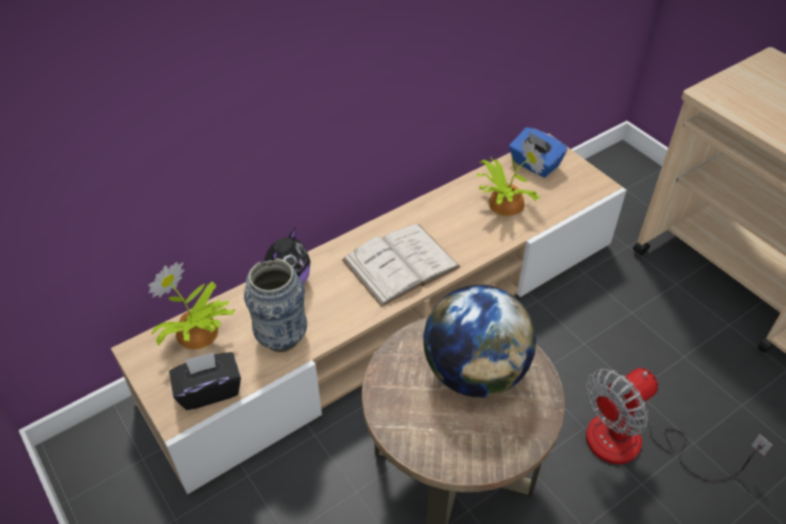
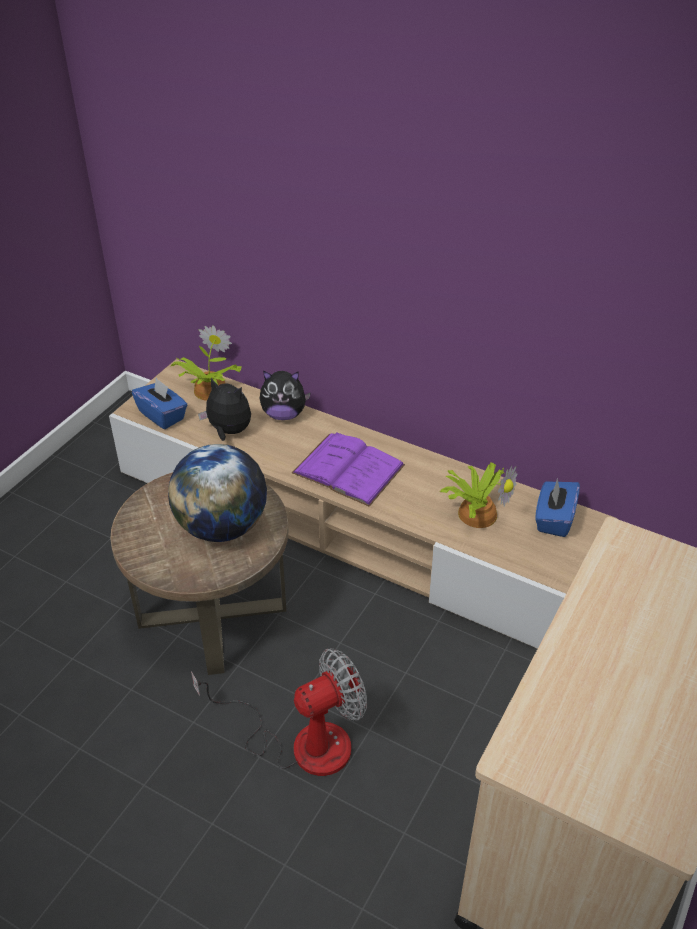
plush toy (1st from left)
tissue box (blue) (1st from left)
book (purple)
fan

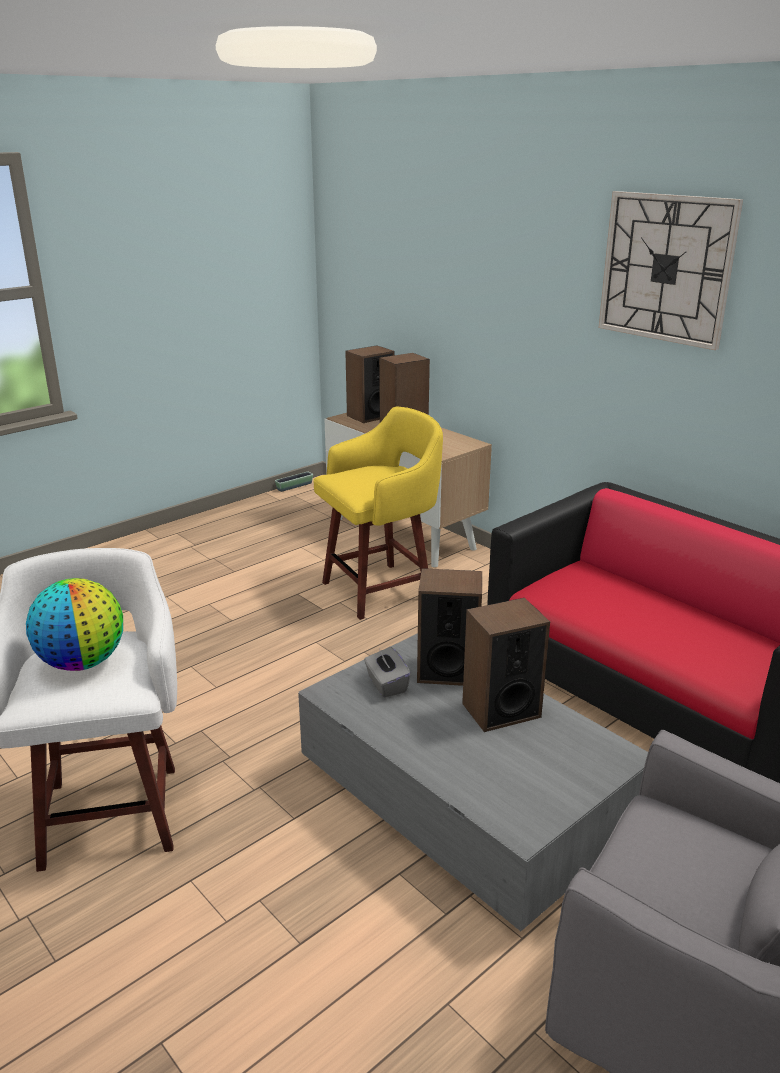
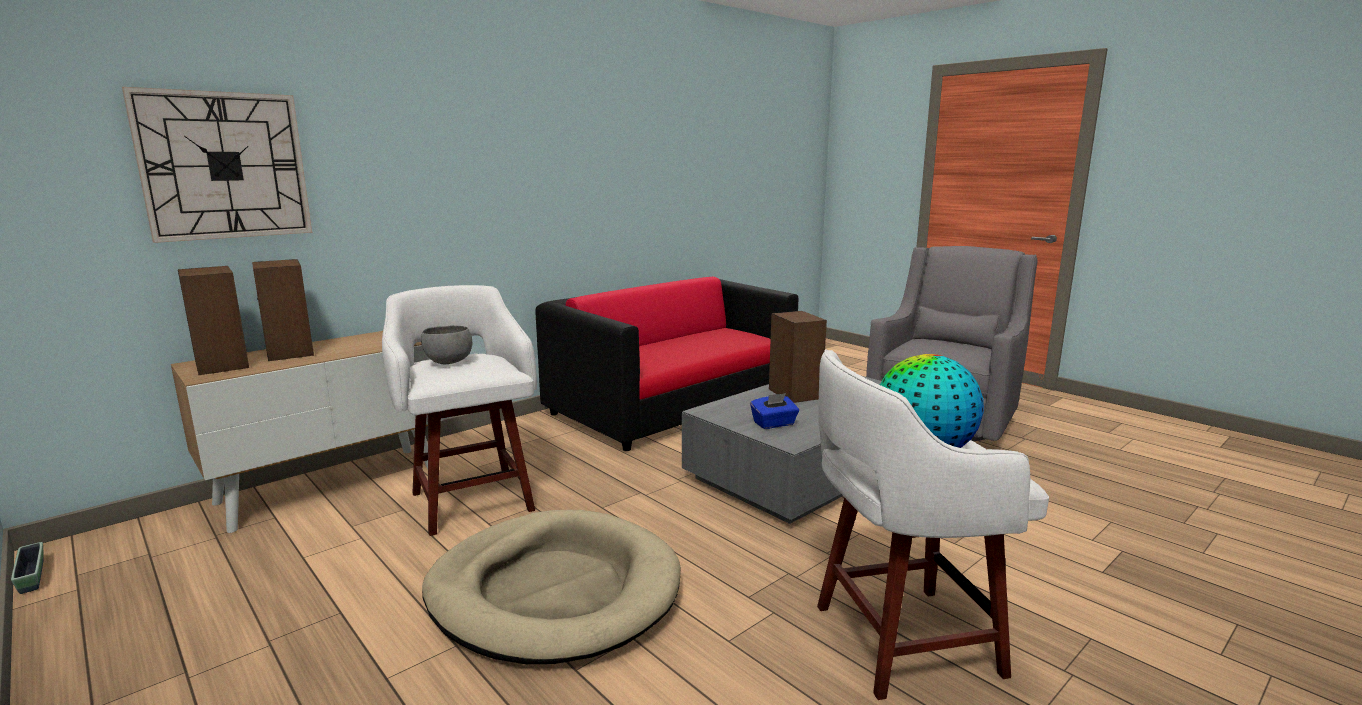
speaker (3rd from left in the first image)
bowl (grey)
dog bed (beige)
wall clock
stool (white) (1st from left)
tissue box (blue)

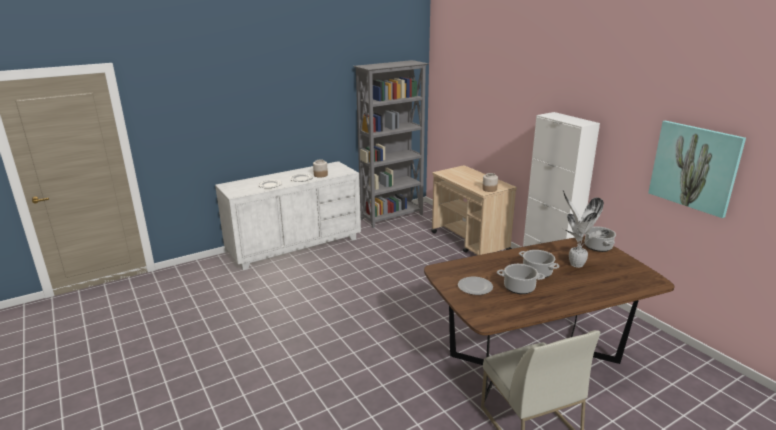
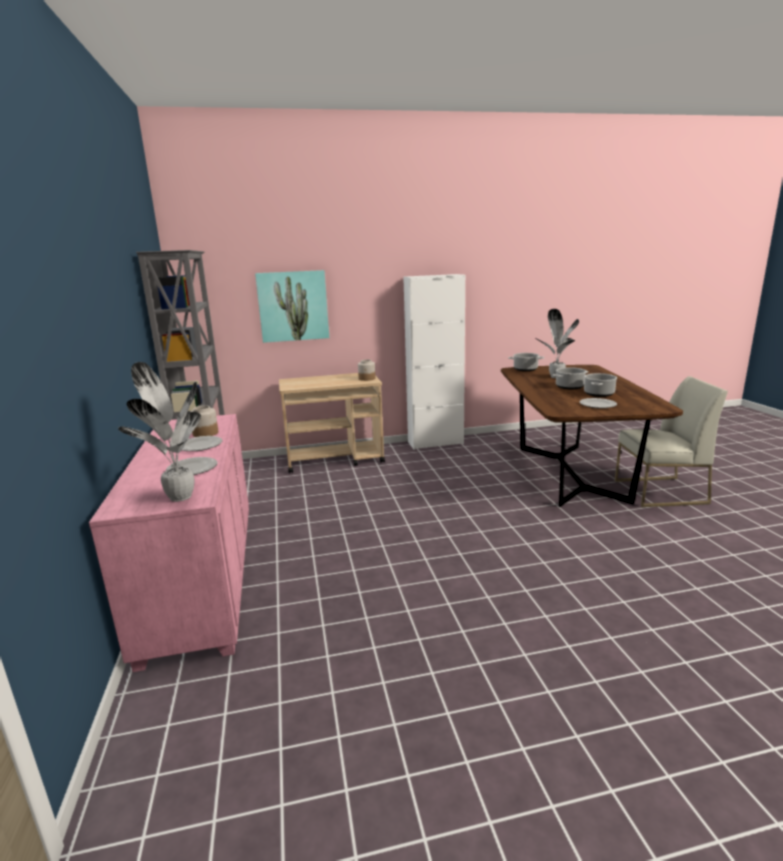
potted plant (1st from left)
picture
dresser (pink)

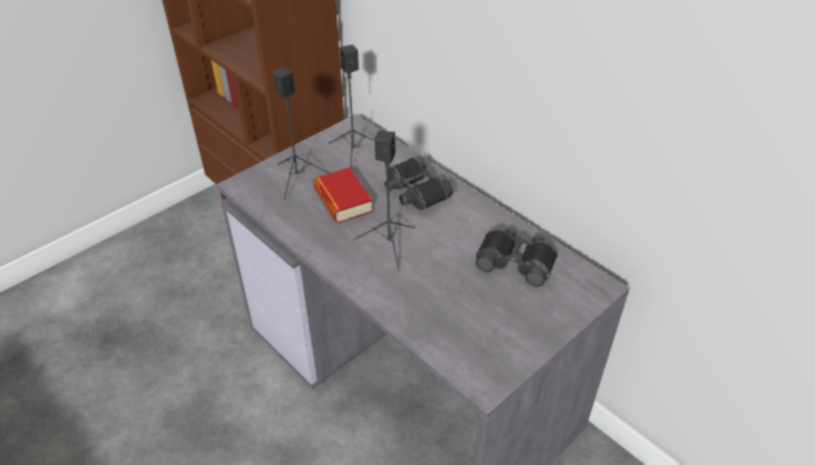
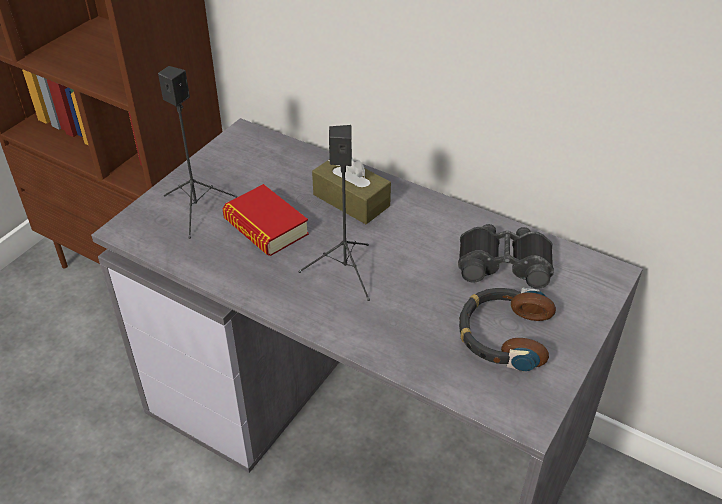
speaker (black) (2nd from left in the first image)
headphones
tissue box (brown)

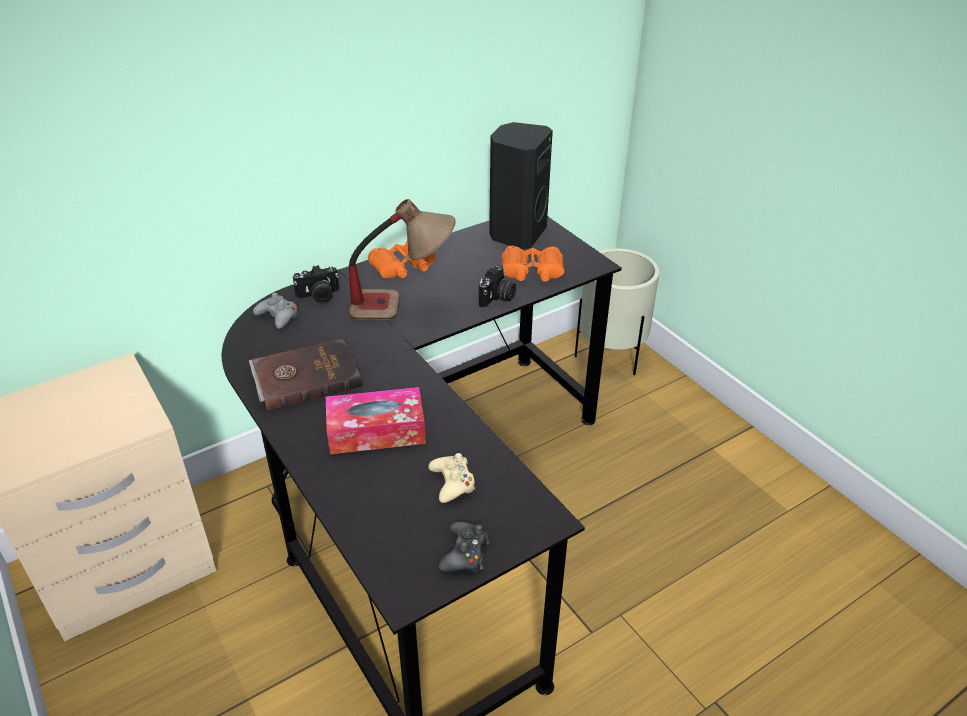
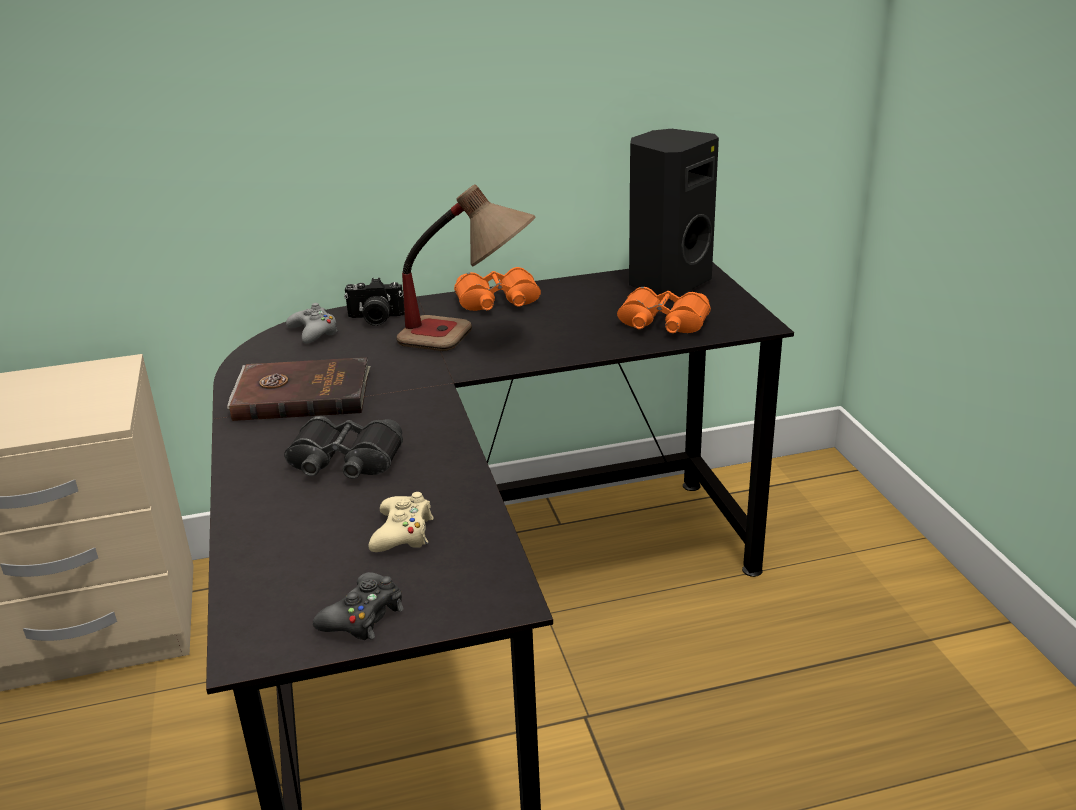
photo camera (2nd from left in the first image)
planter (beige)
binoculars (black)

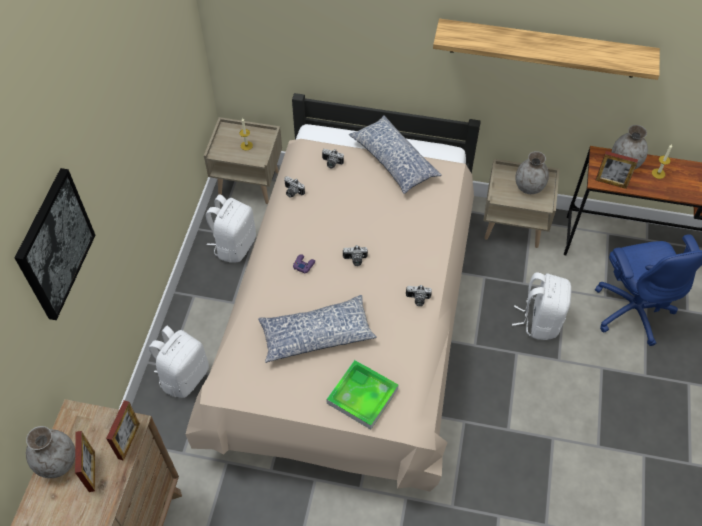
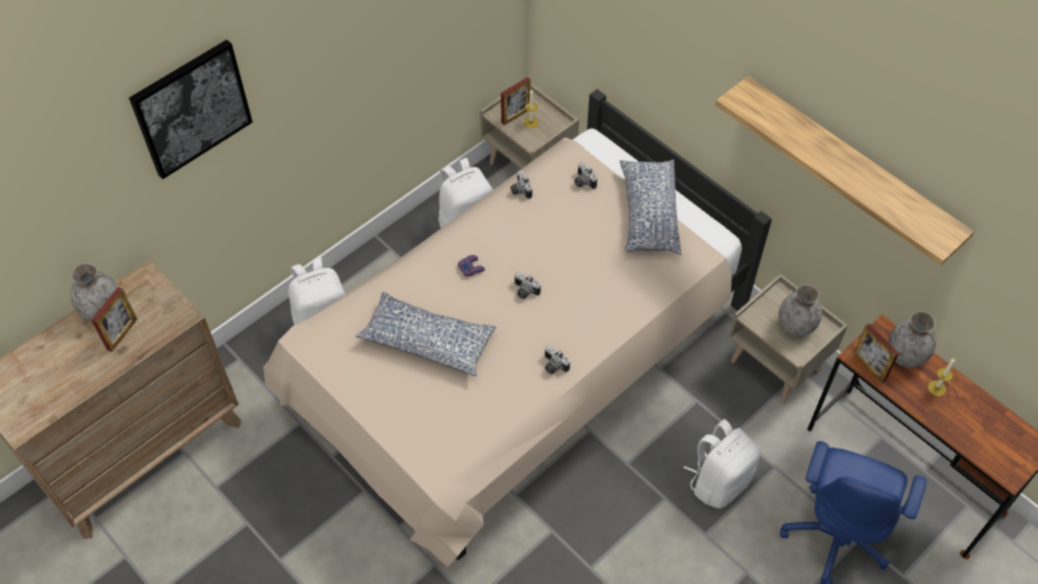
tray
picture frame (2nd from left)

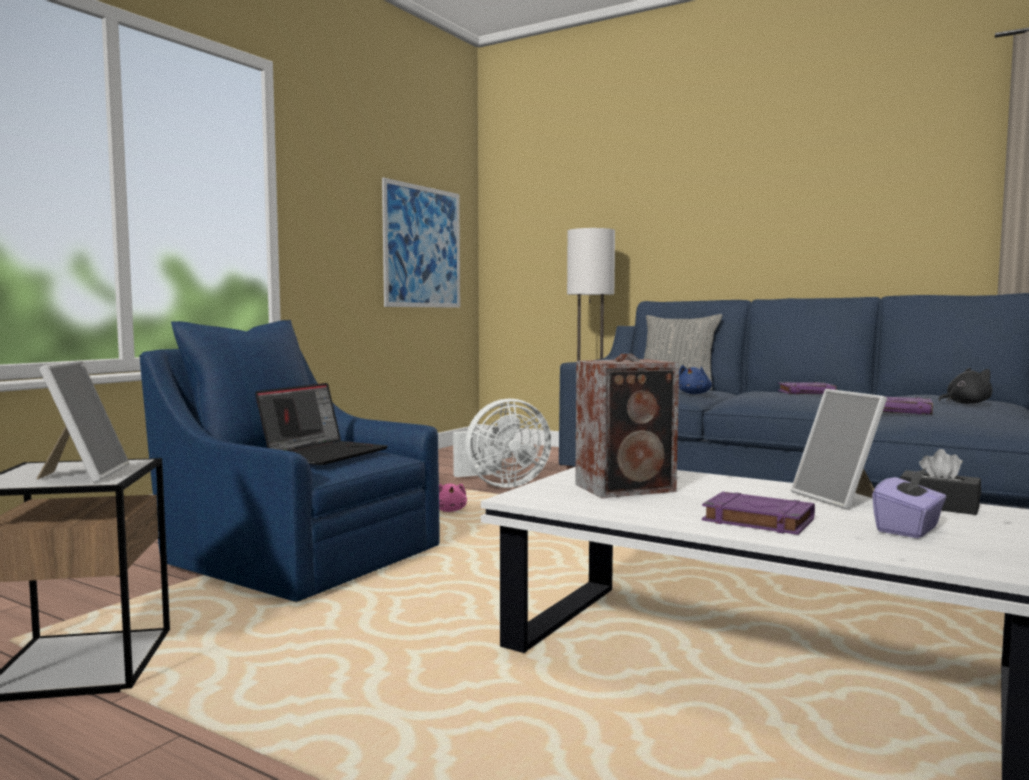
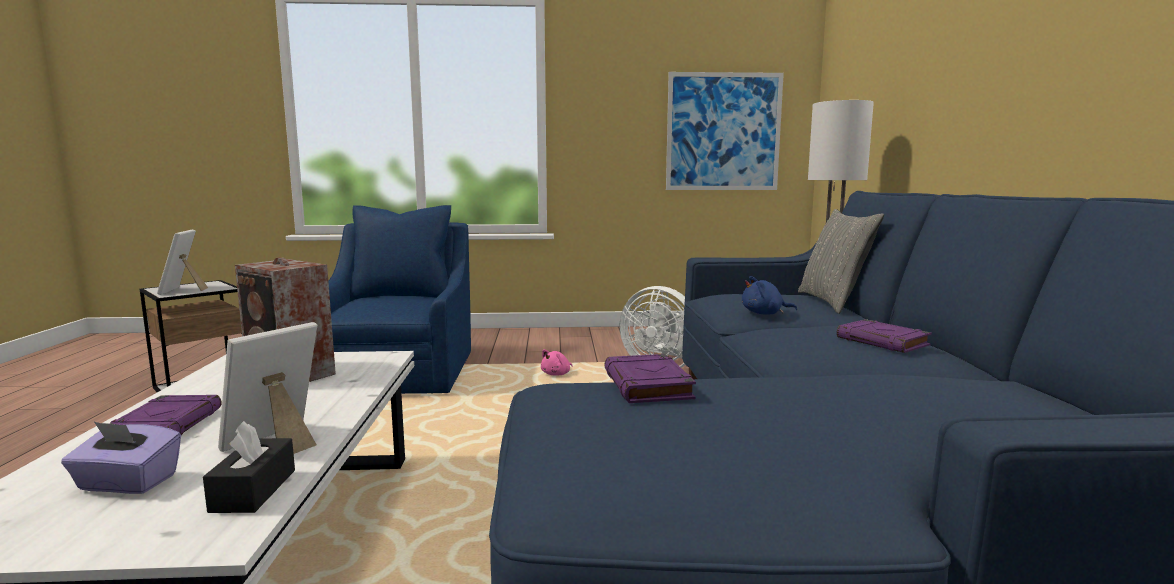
laptop
plush toy (black)
picture frame (1st from left)

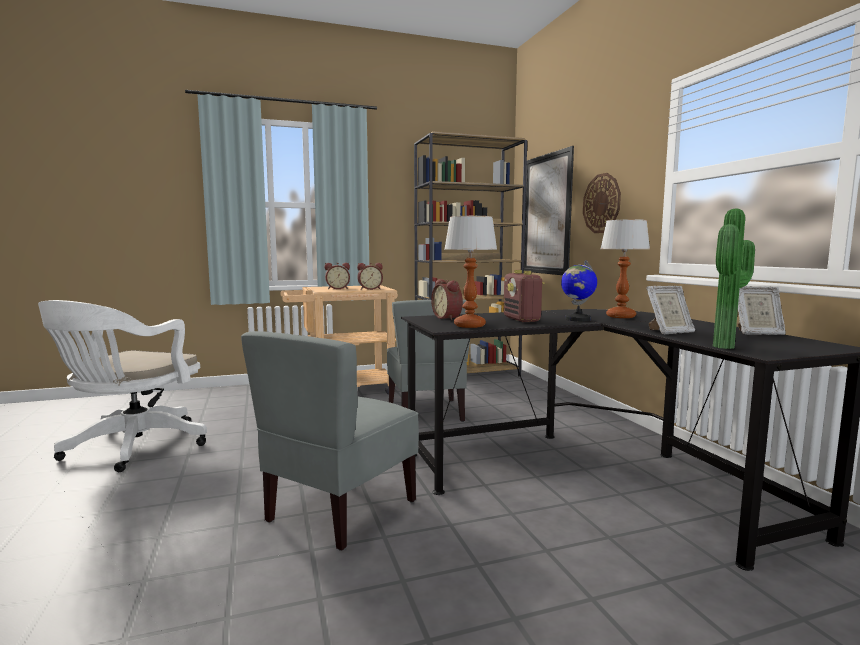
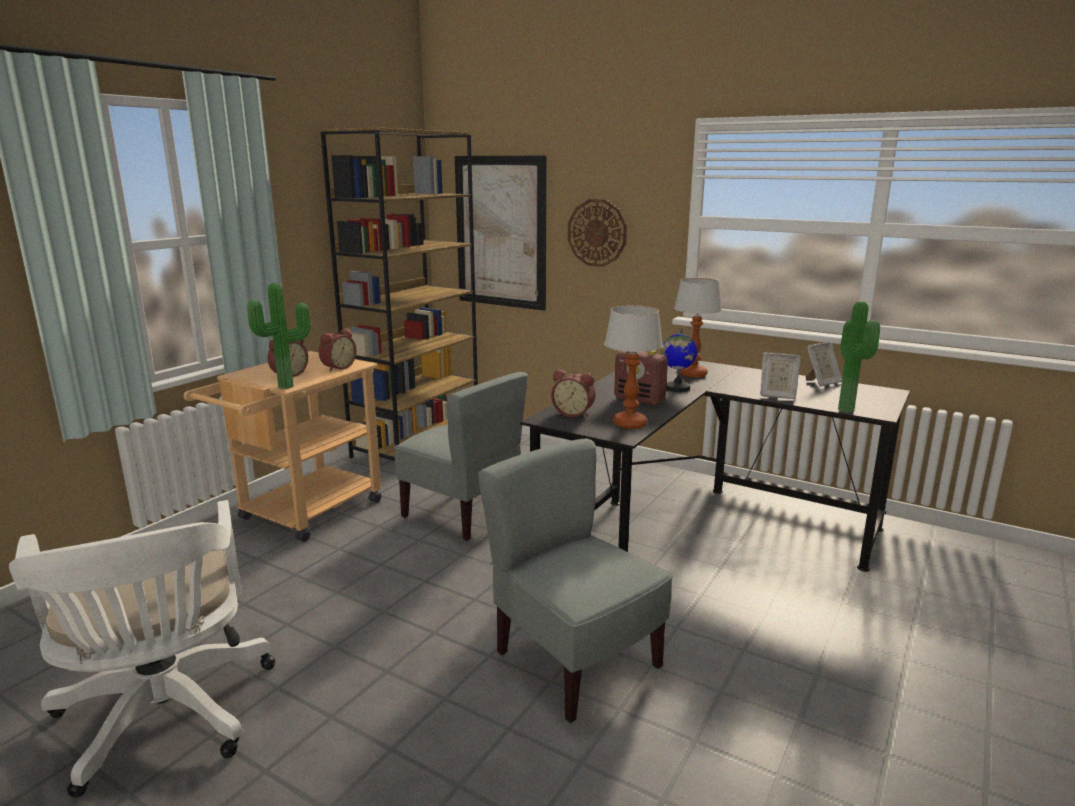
potted plant (1st from left)
chair (grey) (2nd from left)
picture frame (1st from left)

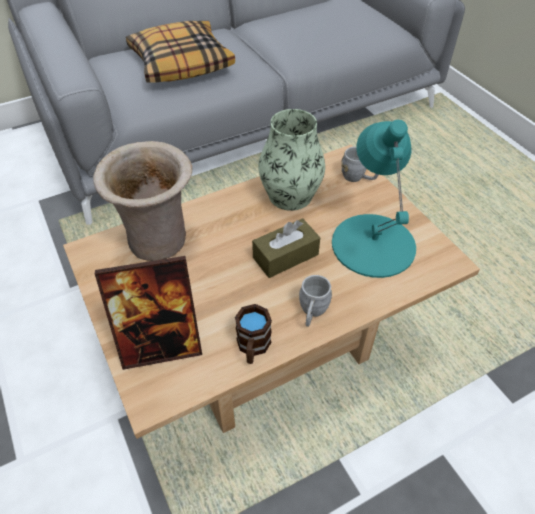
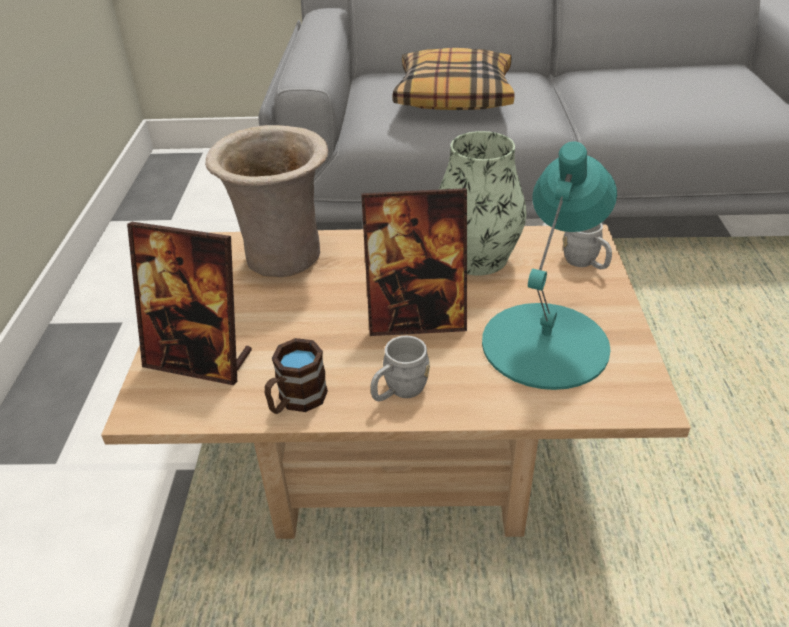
picture frame (2nd from left)

